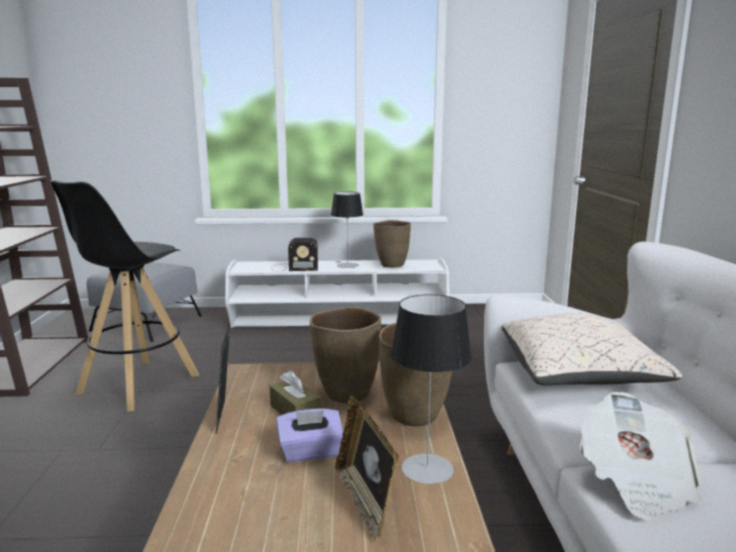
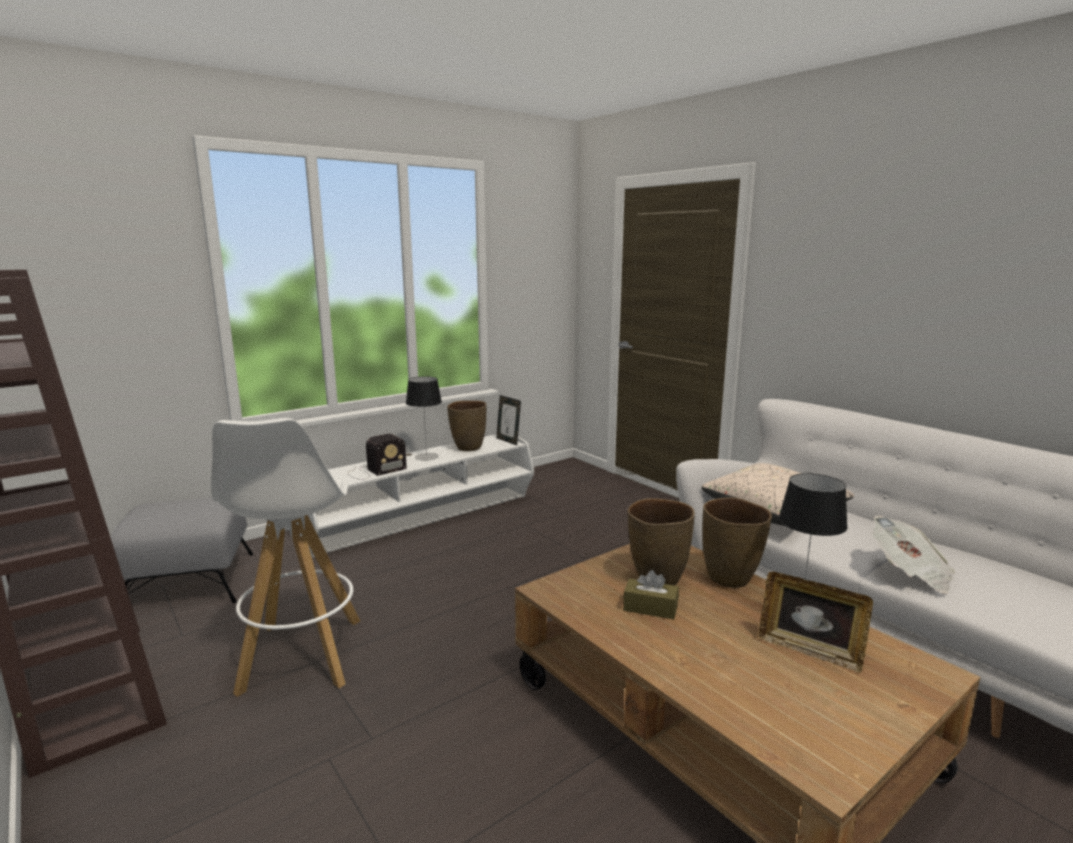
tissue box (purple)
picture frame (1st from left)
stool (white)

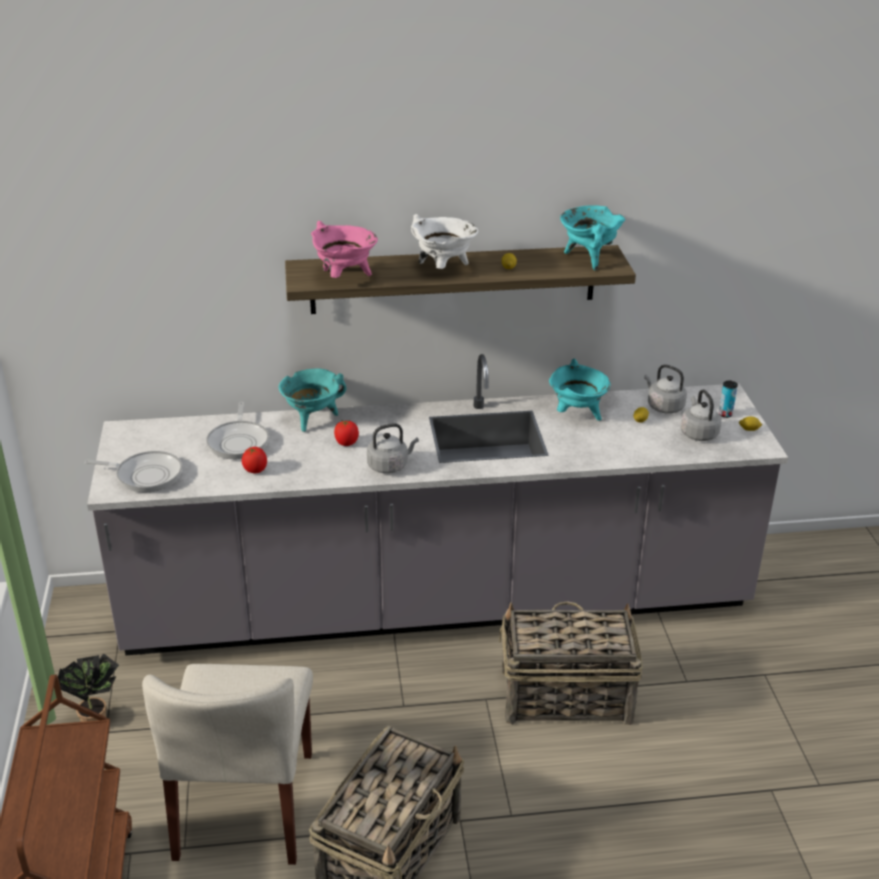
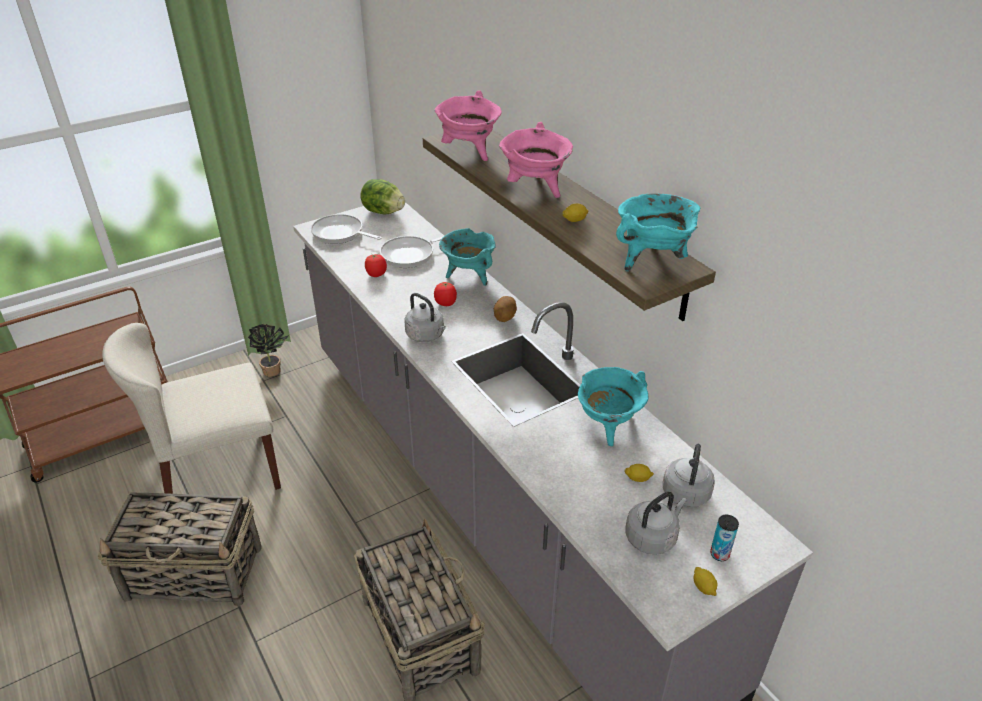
lettuce
potato
cooking pot (pink) (2nd from left)
frying pan (1st from left)

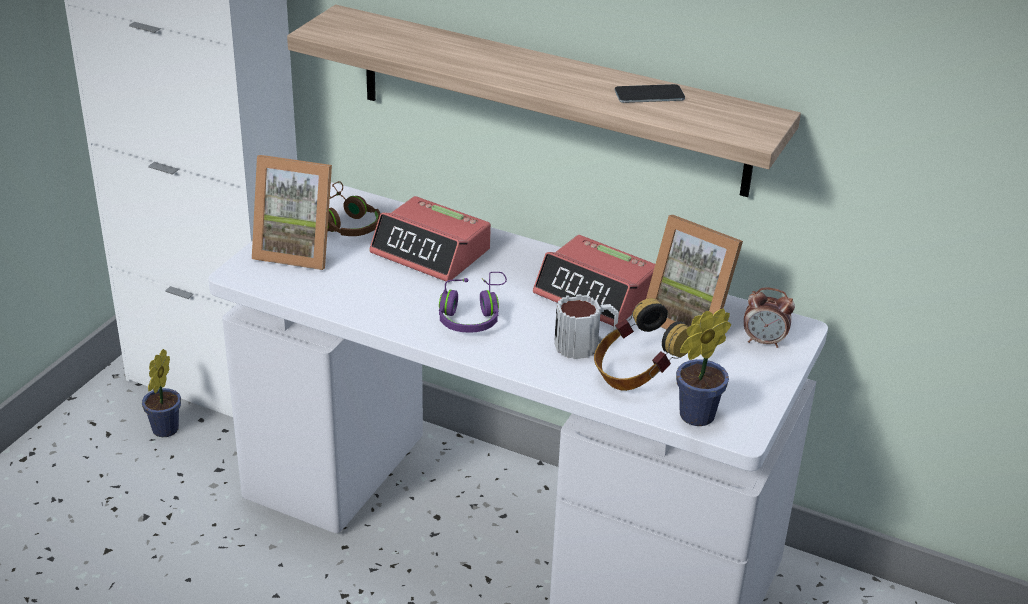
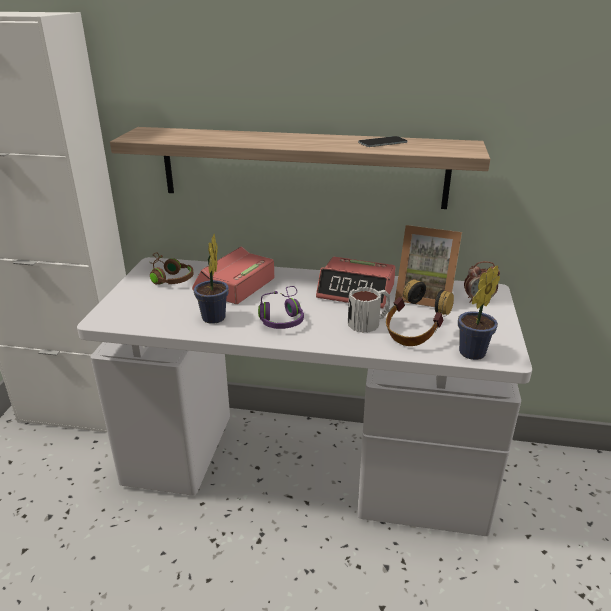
picture frame (1st from left in the first image)
potted plant (1st from left)
alarm clock (1st from left)

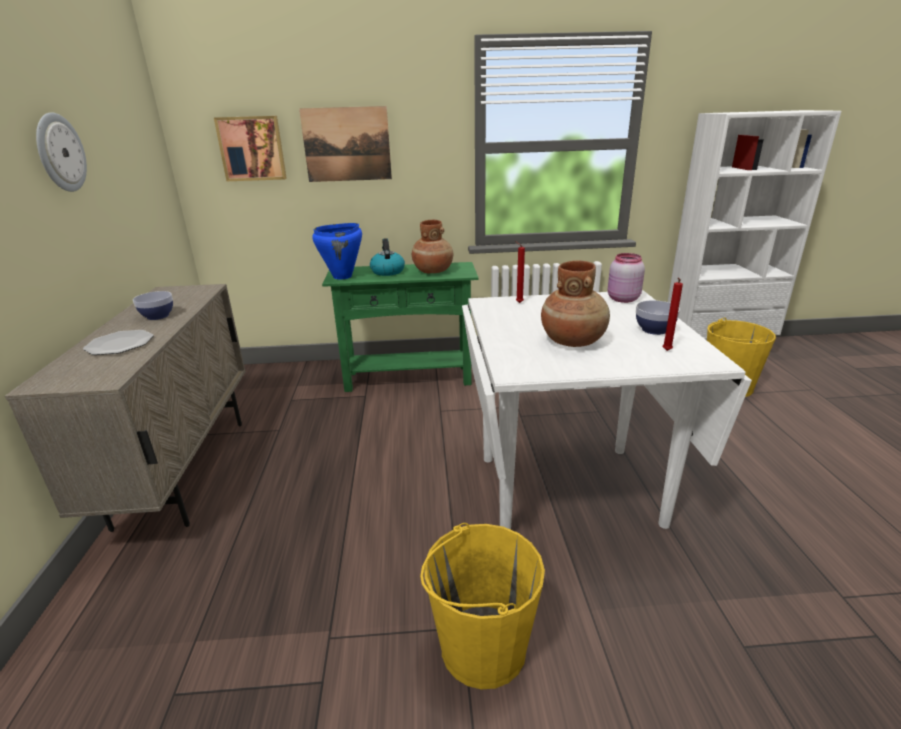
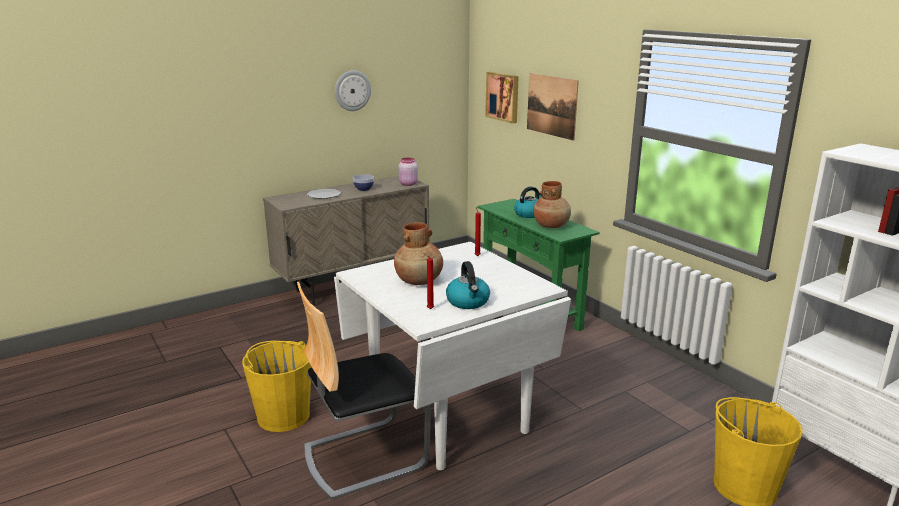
cooking pot (blue)
chair
jar (pink)
kettle (1st from left)

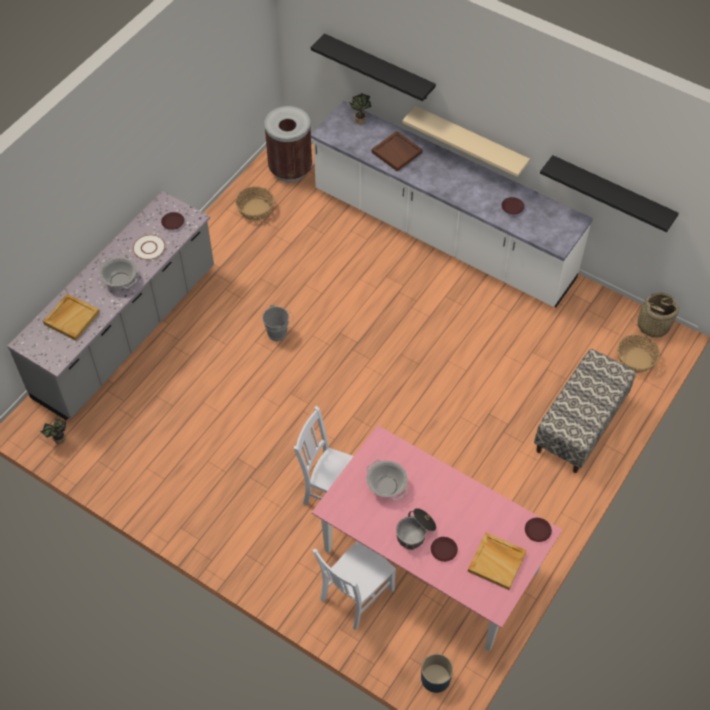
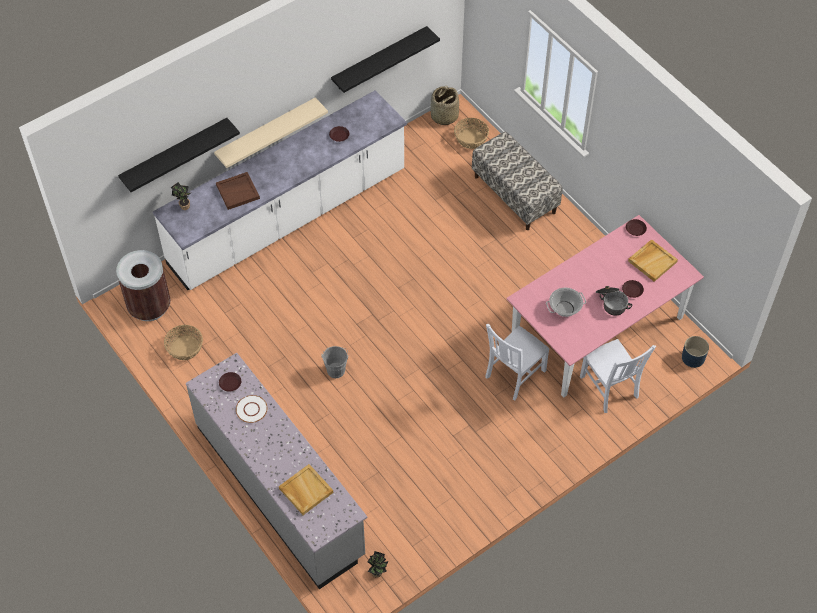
cooking pot (1st from left in the first image)

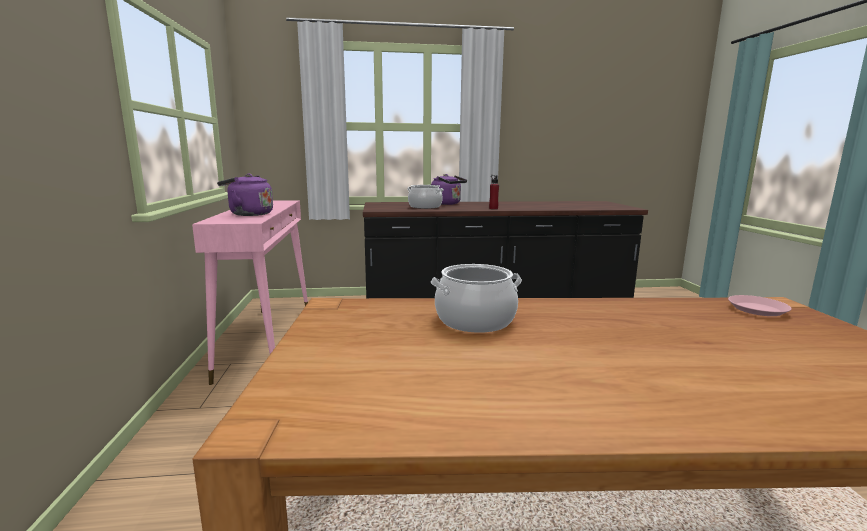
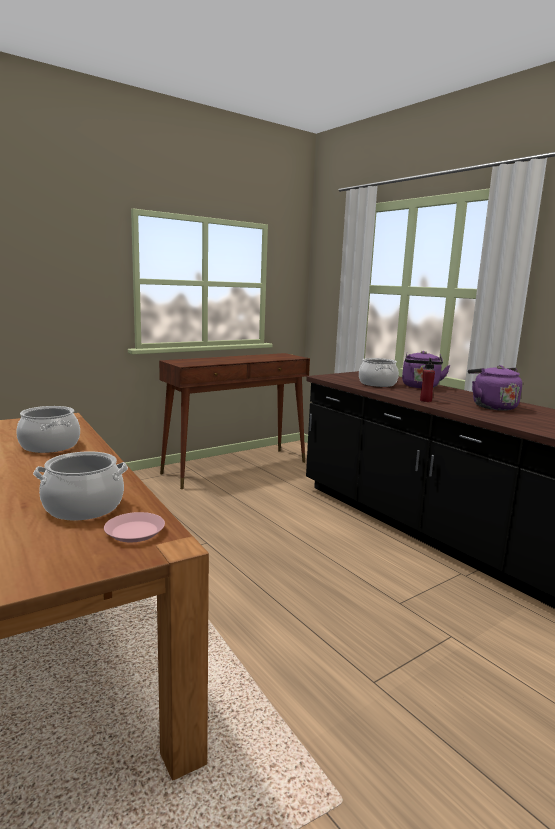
cooking pot (2nd from left)
kettle (purple) (2nd from left)
console table (brown)

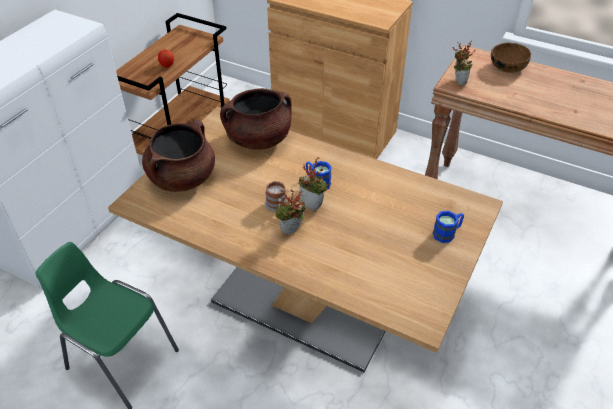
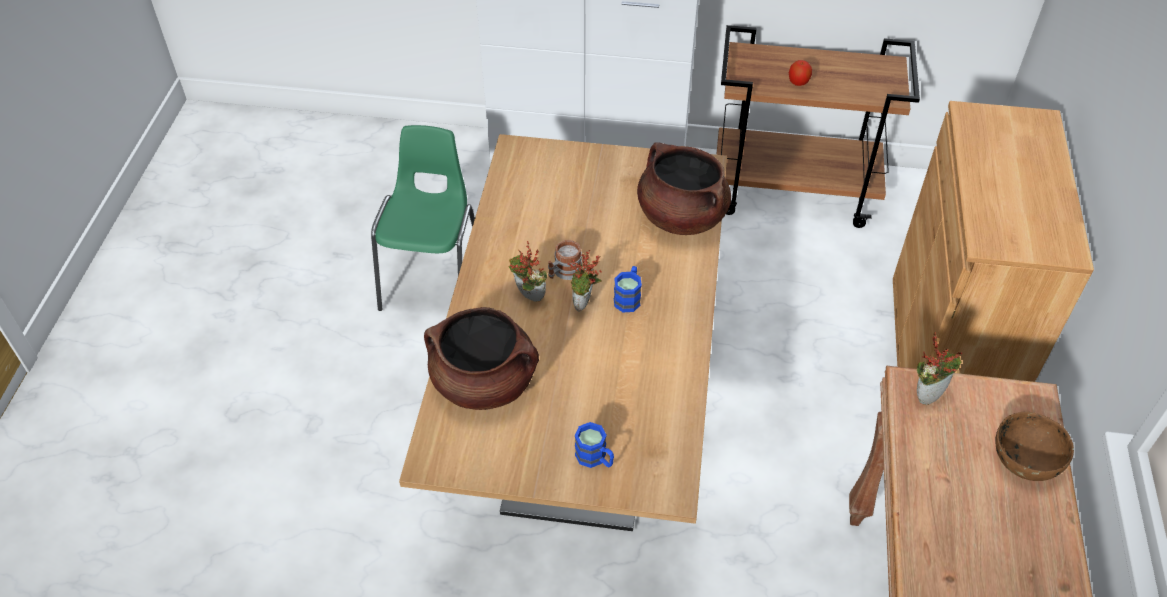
cooking pot (brown) (1st from left)

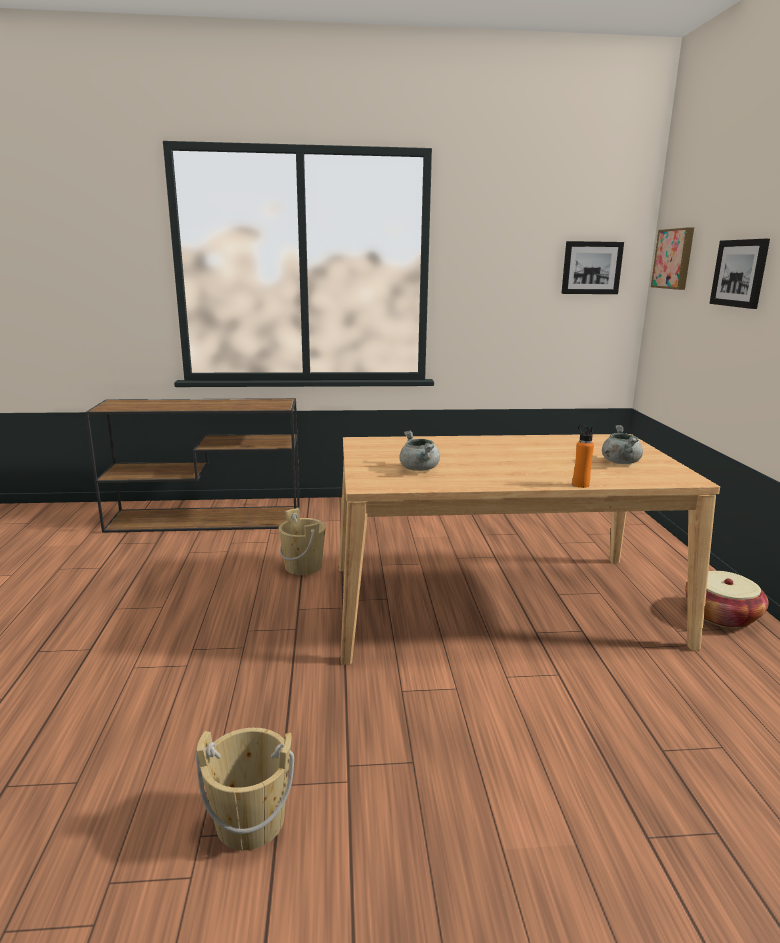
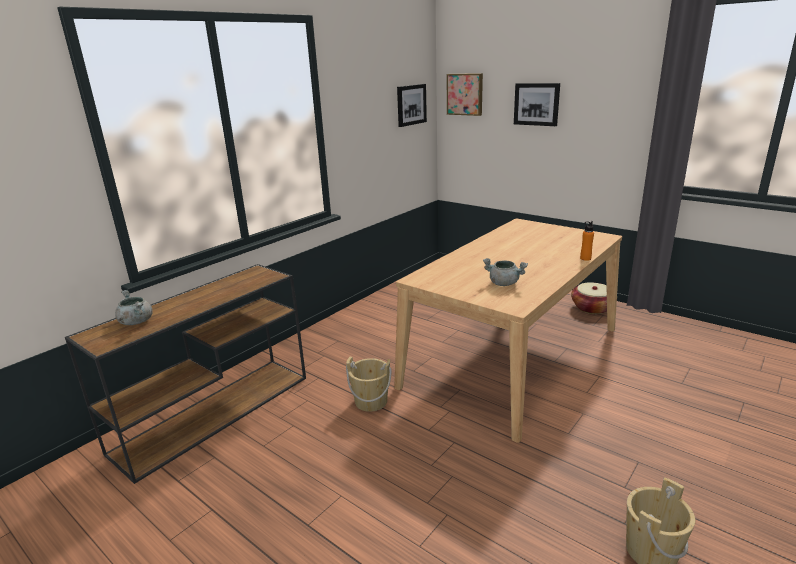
cooking pot (grey) (1st from left)

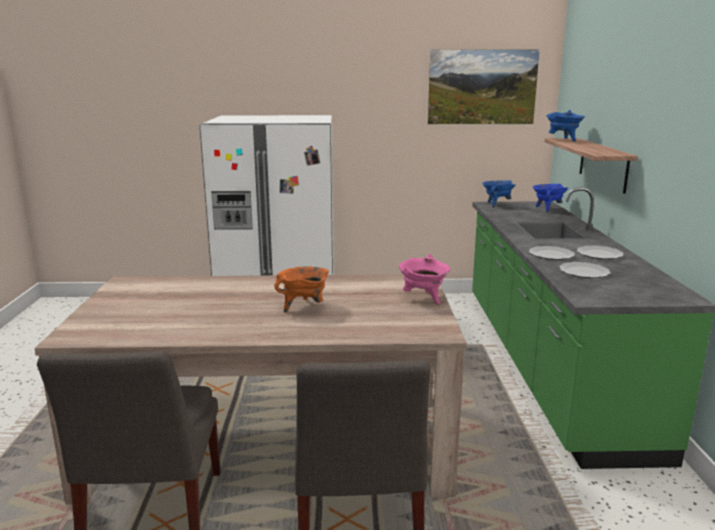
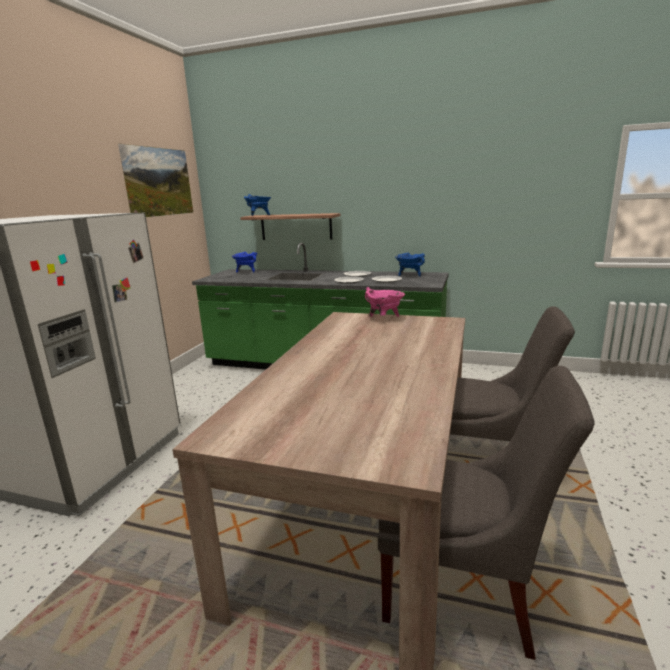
cooking pot (orange)
cooking pot (blue) (3rd from left)

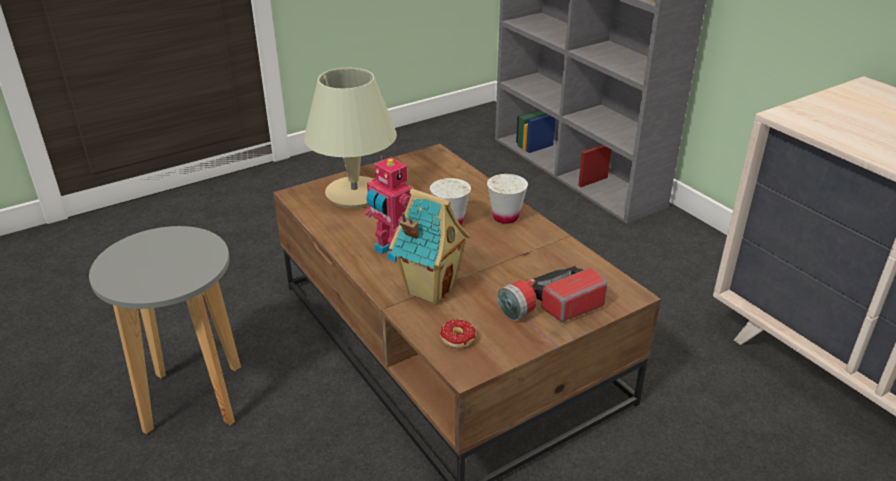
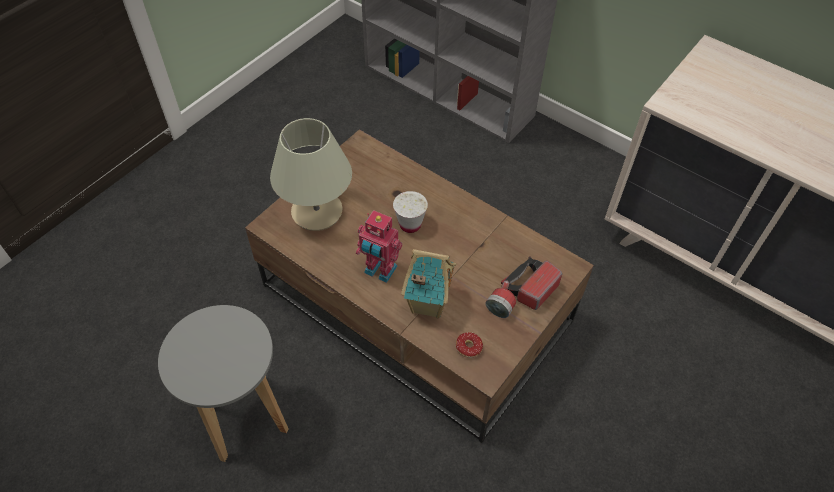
cup (white) (2nd from left in the first image)

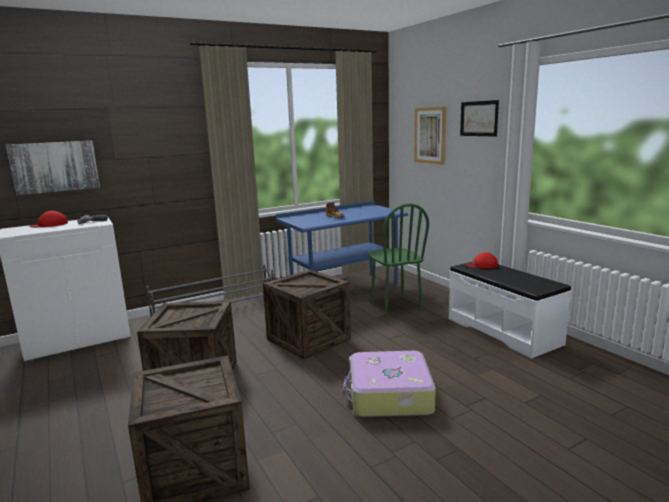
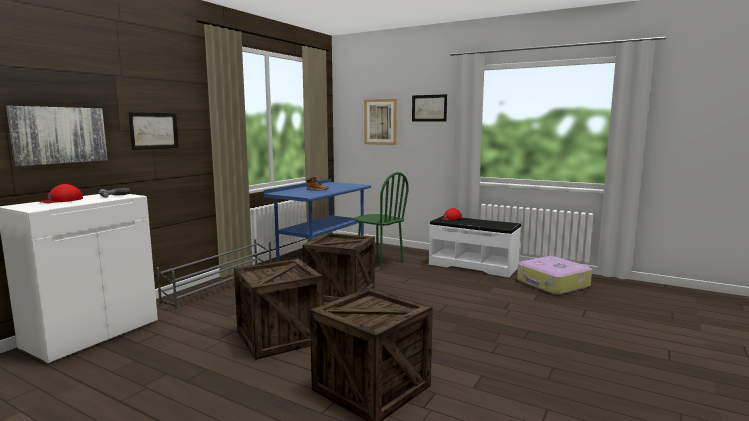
picture (2nd from left)
suitcase

